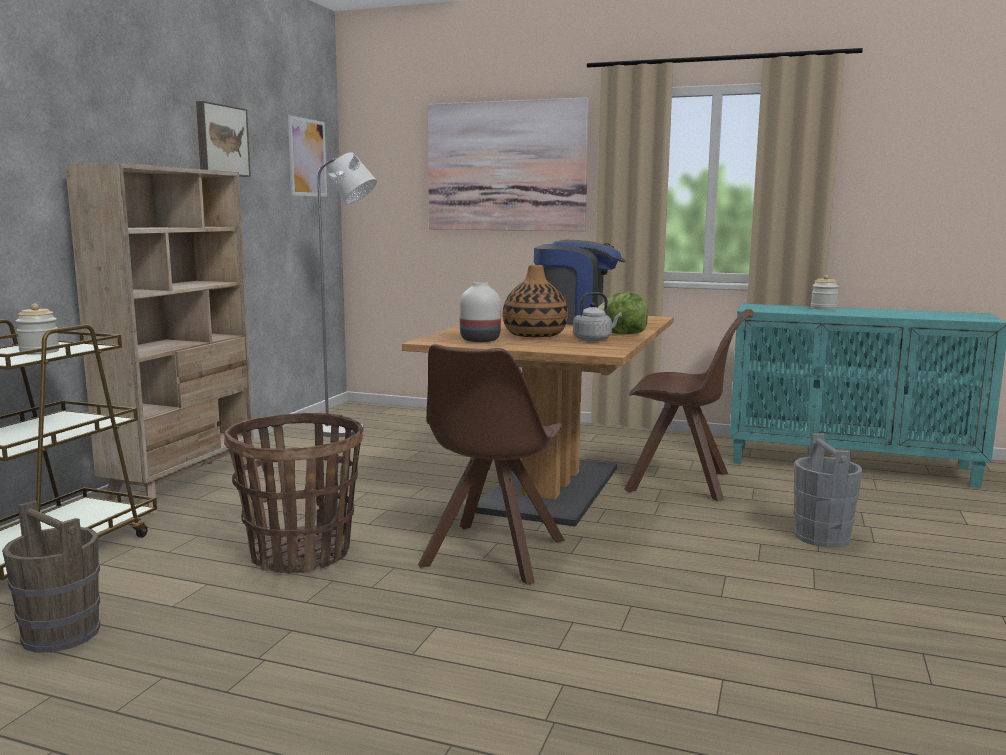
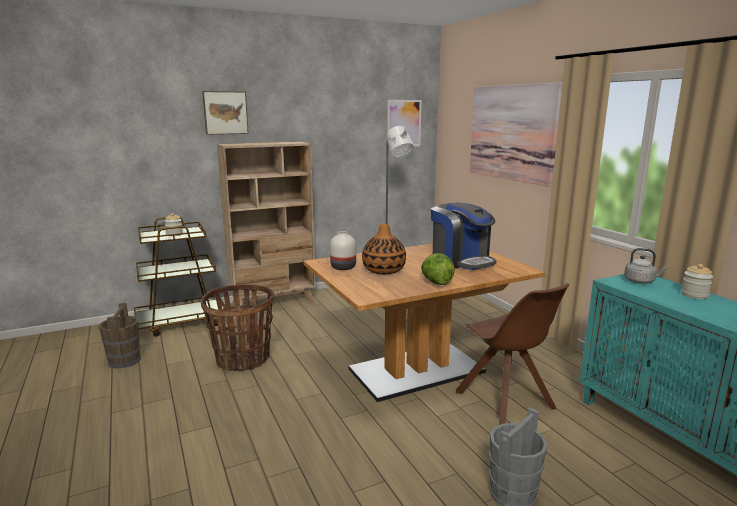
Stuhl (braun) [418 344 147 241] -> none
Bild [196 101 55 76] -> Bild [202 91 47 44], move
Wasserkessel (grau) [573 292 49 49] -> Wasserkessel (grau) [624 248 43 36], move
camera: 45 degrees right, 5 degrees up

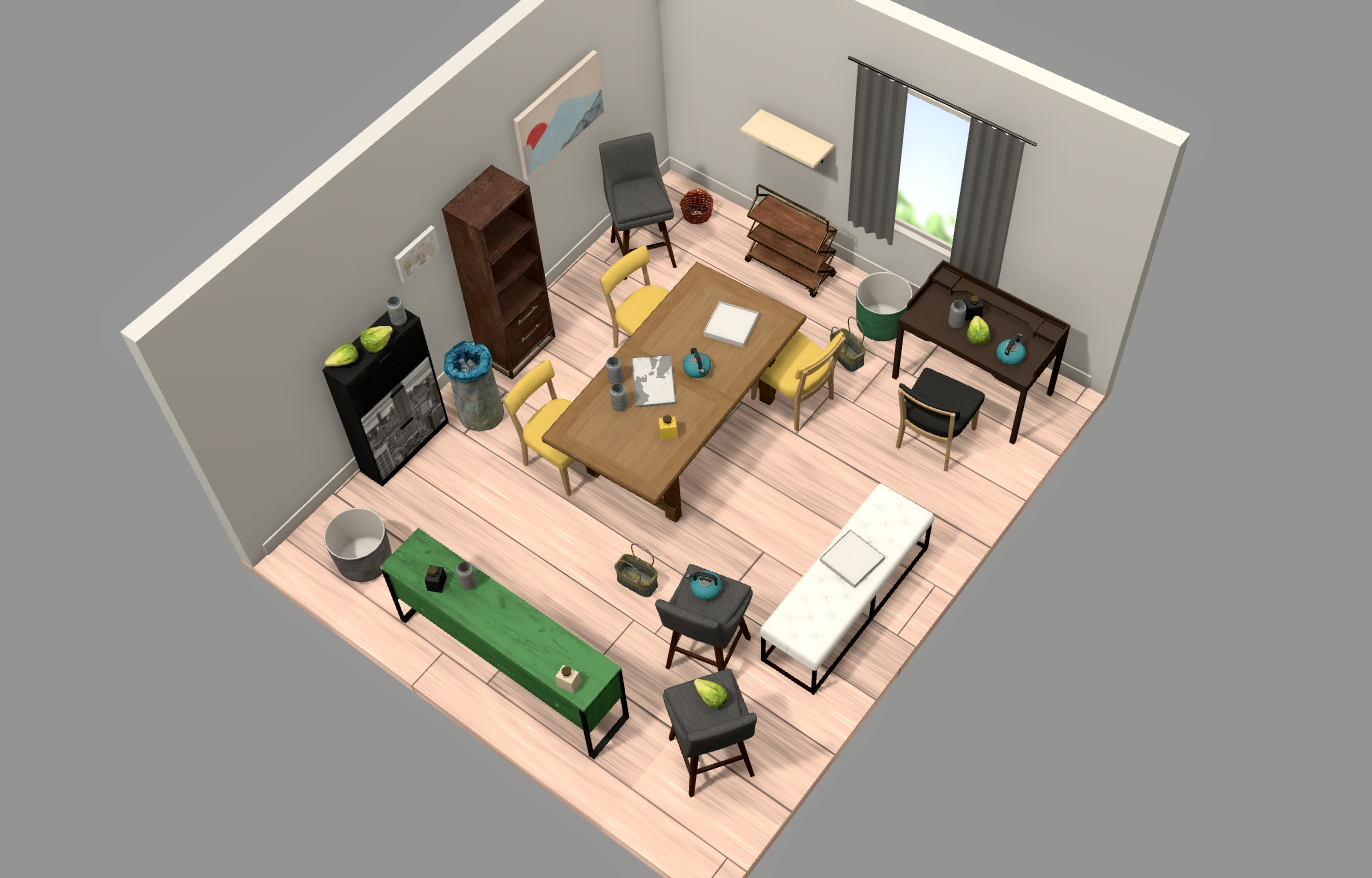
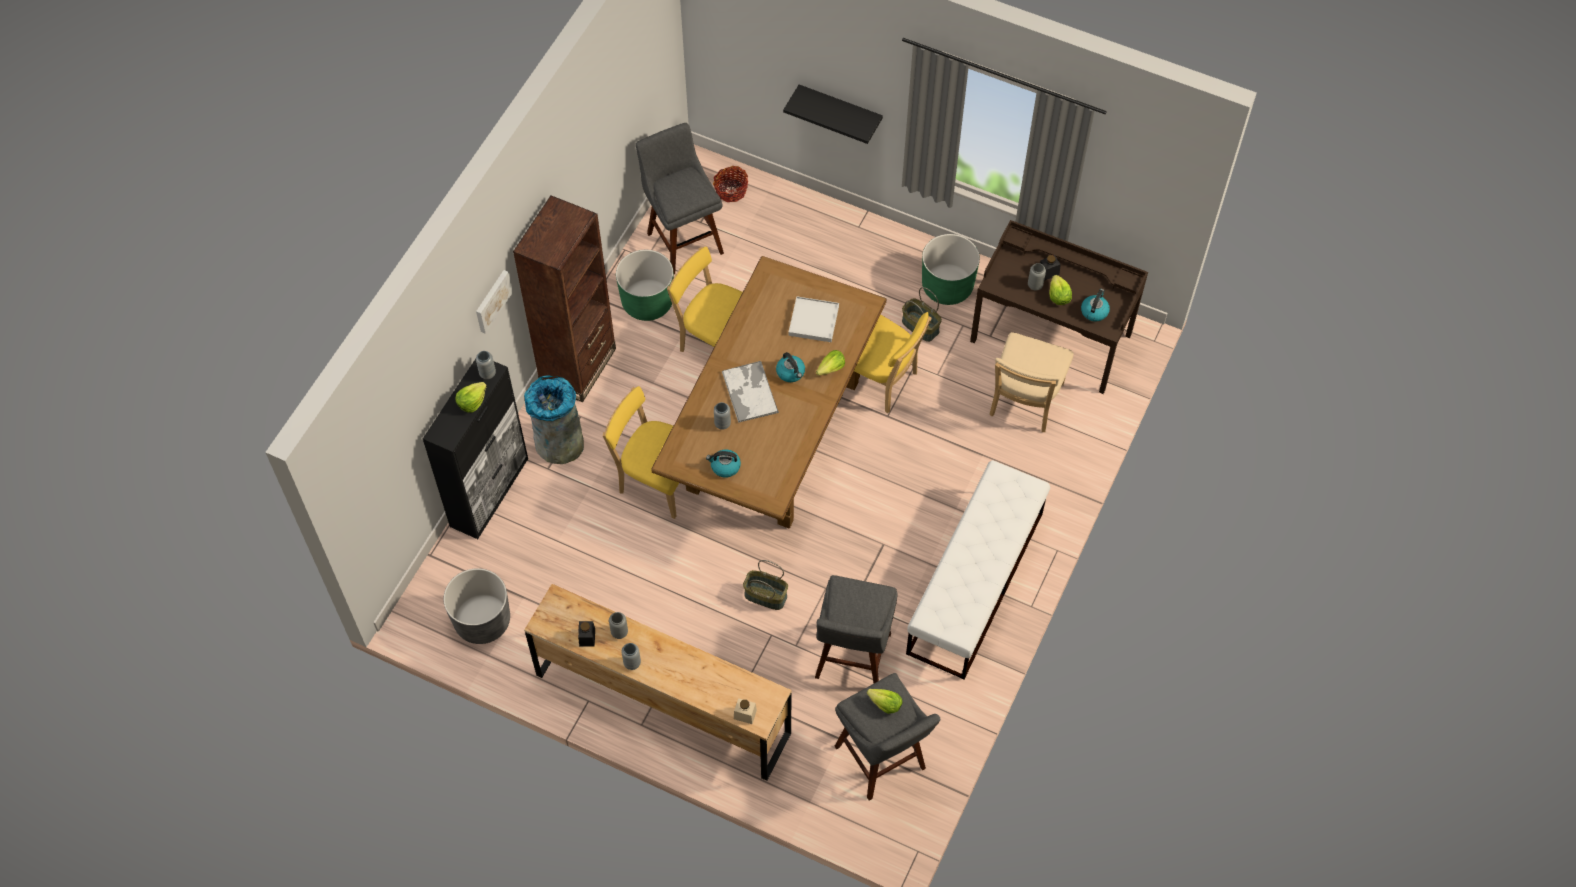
Bild [514 50 90 131] -> none
Vorratsglas (gelb) [659 415 19 25] -> none
Rollwagen (braun) [745 184 93 114] -> none
Tablett (weiß) [820 529 65 59] -> none
none -> Pflanzkübel (grün) [616 250 58 71]
Salatkopf [324 344 34 23] -> Salatkopf [816 350 29 26], move
Vase (grau) [606 356 17 28] -> Vase (grau) [622 643 19 27], move
Wasserkessel [686 571 36 29] -> Wasserkessel [706 449 35 29], move
Kommode (grün) [380 528 249 231] -> Kommode (braun) [524 584 267 197]
Wandregal (beige) [740 109 94 59] -> Wandregal (schwarz) [783 84 100 60]
Stuhl (schwarz) [896 368 89 103] -> Stuhl (beige) [989 332 85 100]
camera: 15 degrees left, 5 degrees up

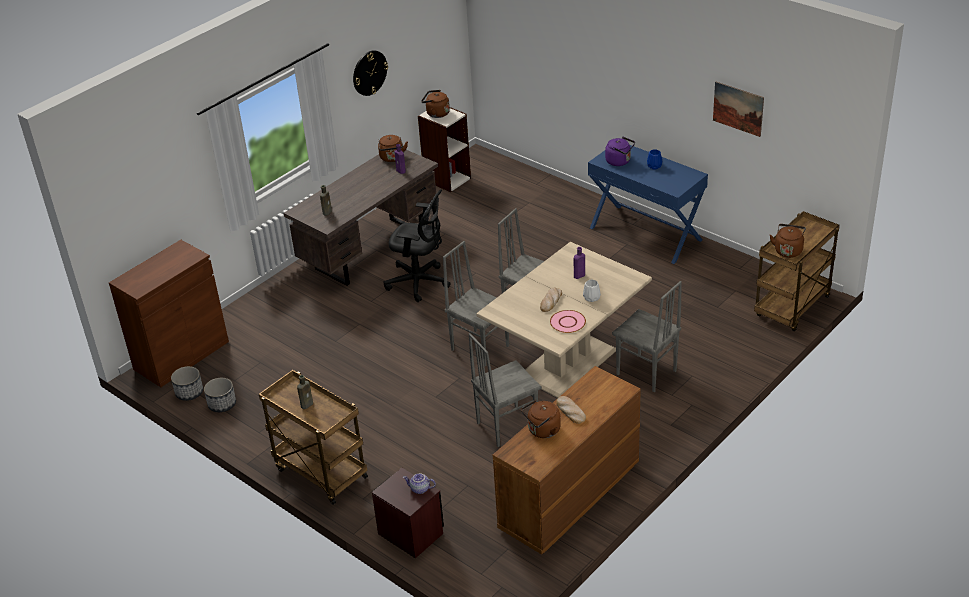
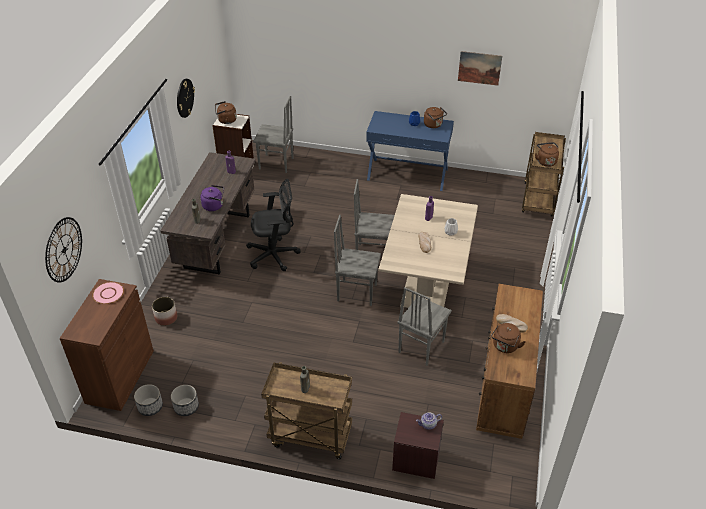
none -> Wanduhr [45 217 37 66]
none -> Pflanzkübel [152 297 25 29]
Wasserkessel (braun) [378 135 30 27] -> Wasserkessel (braun) [424 107 23 21], move
Teller (rosa) [550 310 36 23] -> Teller (rosa) [92 282 32 22], move
Wasserkessel (lila) [605 137 30 29] -> Wasserkessel (lila) [200 185 24 26], move
Stuhl (grau) [612 281 70 111] -> Stuhl (grau) [253 96 41 77], move
camera: 30 degrees left, 5 degrees up

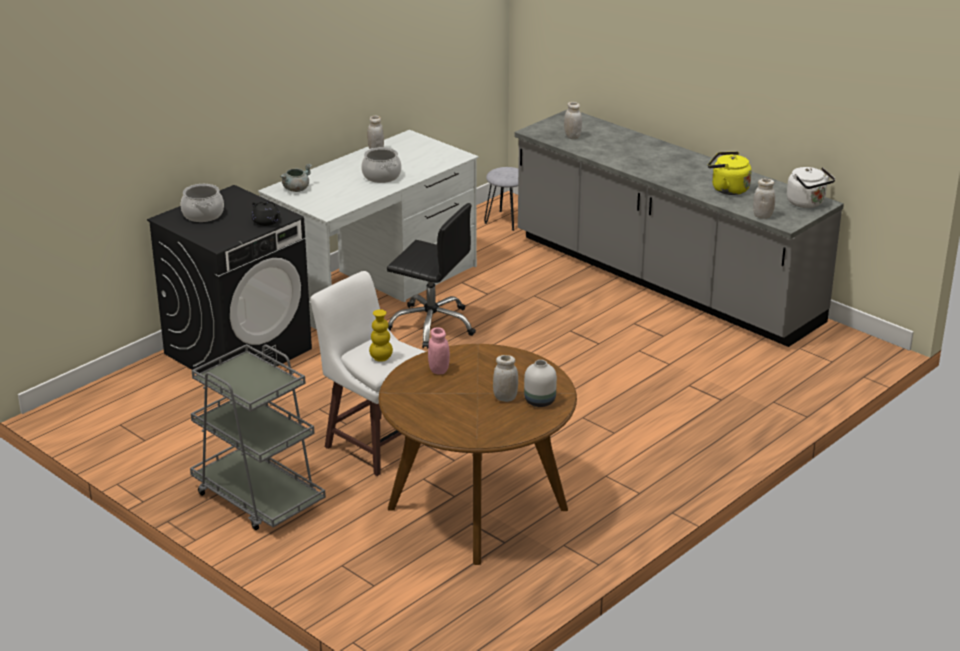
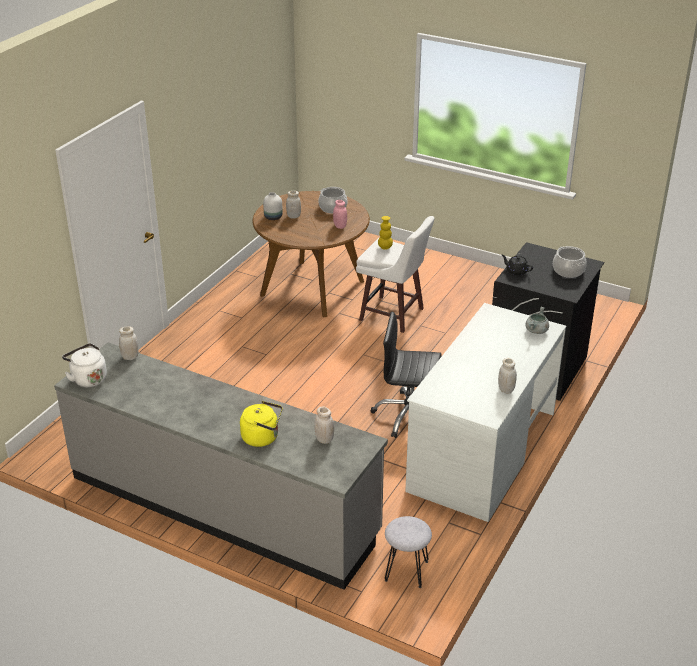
Rollwagen (grau) [190 344 136 186] -> none
Kochtopf [361 147 40 36] -> Kochtopf [318 187 29 27], move
Wasserkessel (gelb) [708 152 43 43] -> Wasserkessel (gelb) [240 401 43 46], move
camera: 165 degrees right, 5 degrees up

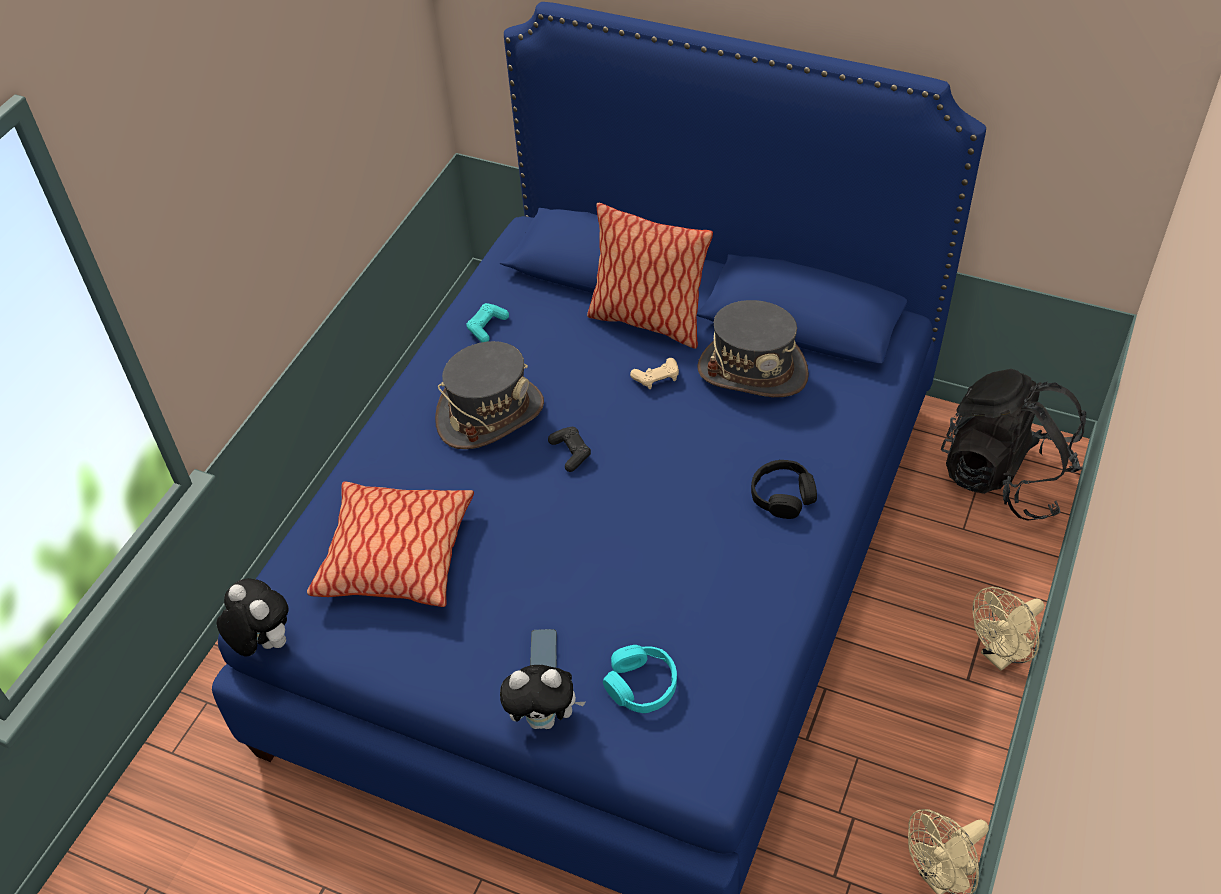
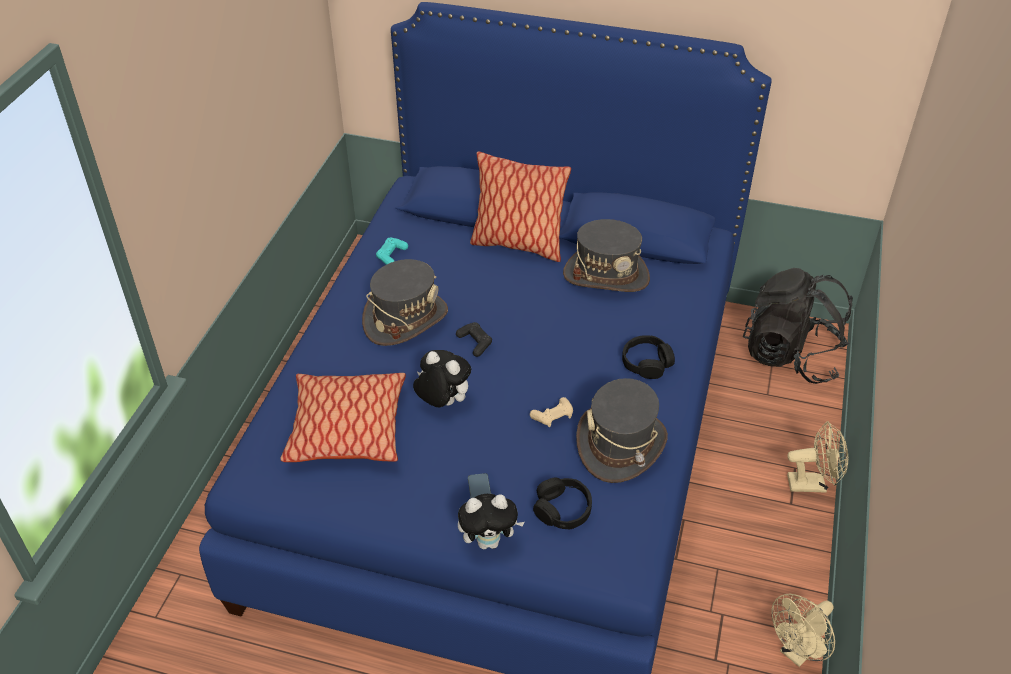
none -> Hut (grau) [576 378 92 105]
Plüschtier [217 578 72 79] -> Plüschtier [413 350 58 57], move
Gamepad (beige) [630 358 49 31] -> Gamepad (beige) [530 397 43 30], move
Kopfhörer (türkis) [603 645 74 68] -> Kopfhörer (schwarz) [533 478 59 52]
Ventilator (beige) [973 587 71 84] -> Ventilator (beige) [787 421 61 72], 135 degrees counterclockwise
camera: 10 degrees left, 5 degrees down

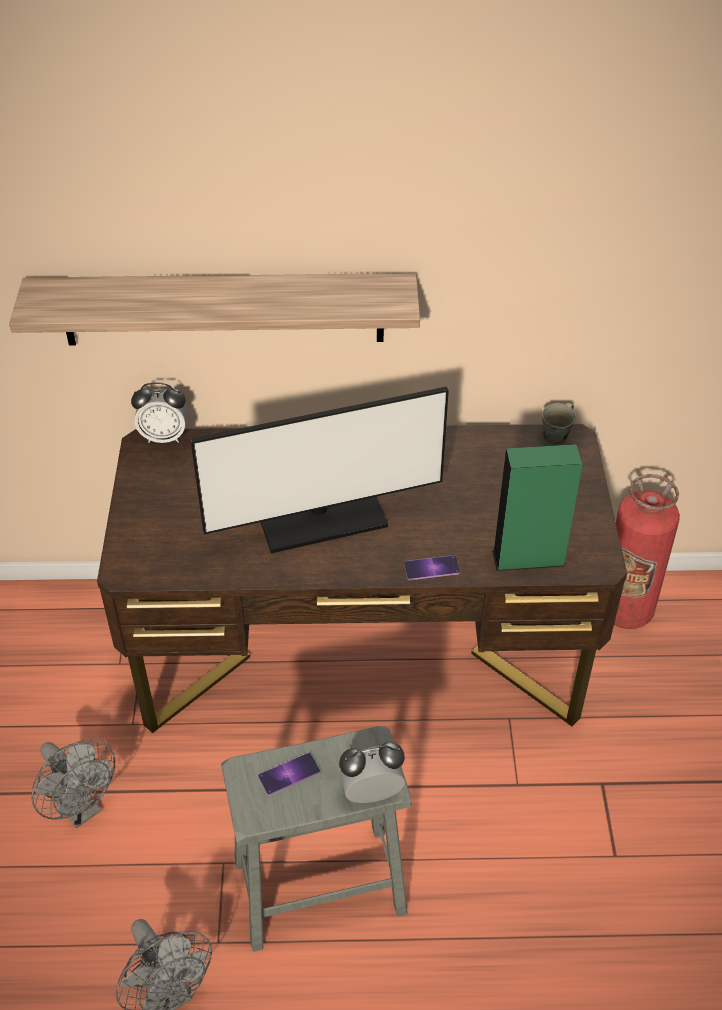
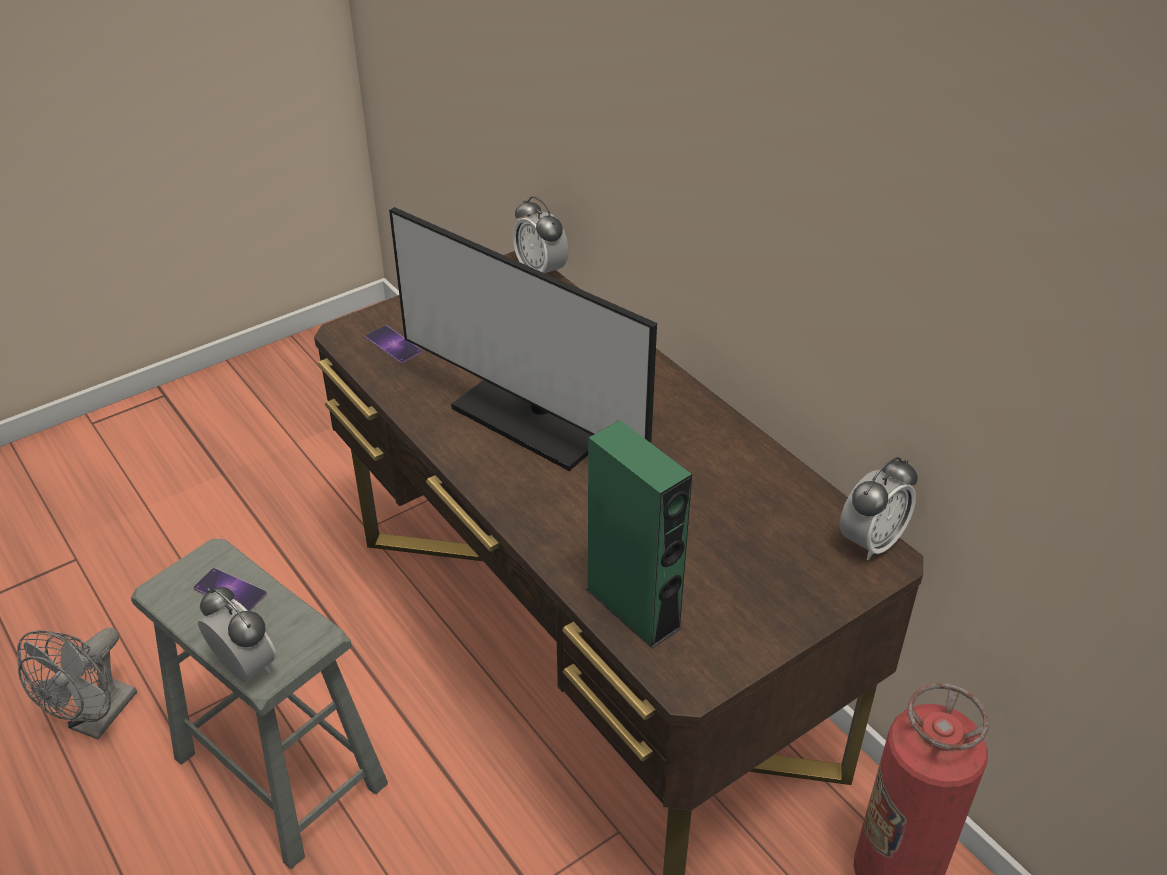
Wandregal [9 273 411 73] -> none
Ventilator (grau) [32 739 83 89] -> none
Handy [404 555 56 25] -> Handy [365 325 58 38], move
Henkelbecher (grau) [542 403 34 42] -> Wecker [840 457 78 103]
camera: 55 degrees right, 5 degrees down

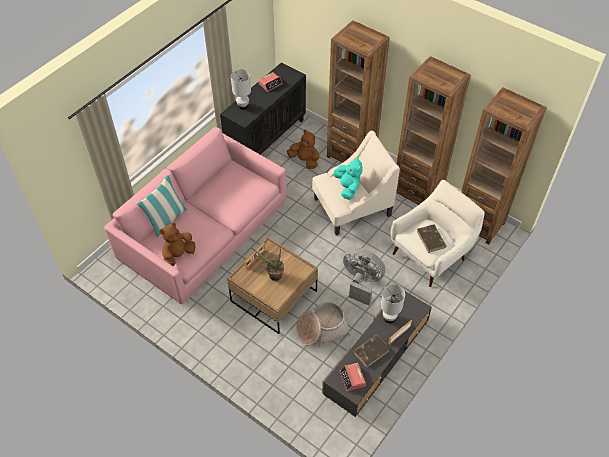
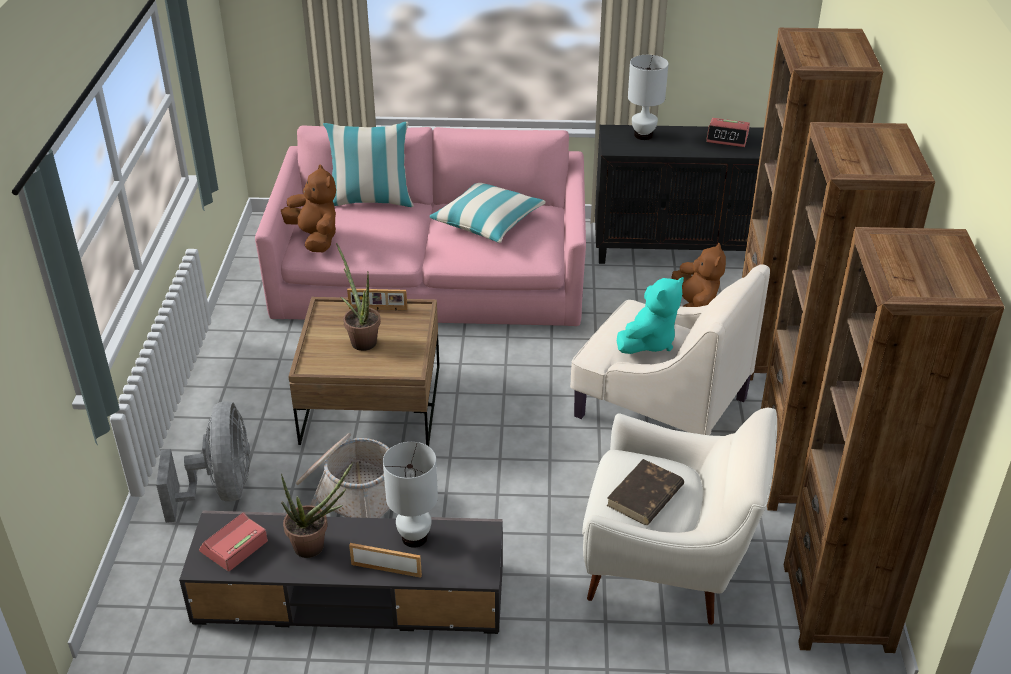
none -> Kissen [430 183 116 60]
Ventilator (grau) [343 248 42 58] -> Ventilator (grau) [156 401 94 122], move
Buch (braun) [353 335 37 33] -> Topfpflanze [281 462 72 96]
Plüschtier (braun) [160 223 35 43] -> Plüschtier (braun) [281 165 55 88], 45 degrees clockwise
camera: 55 degrees right, 15 degrees down

